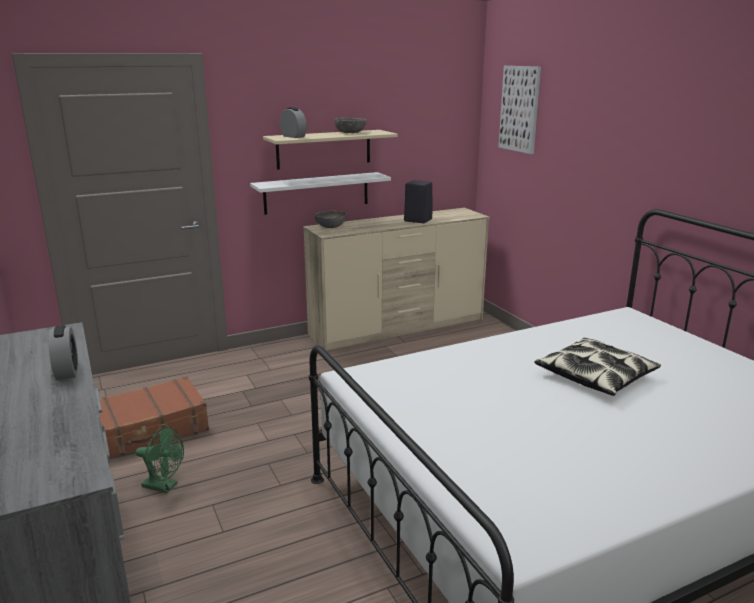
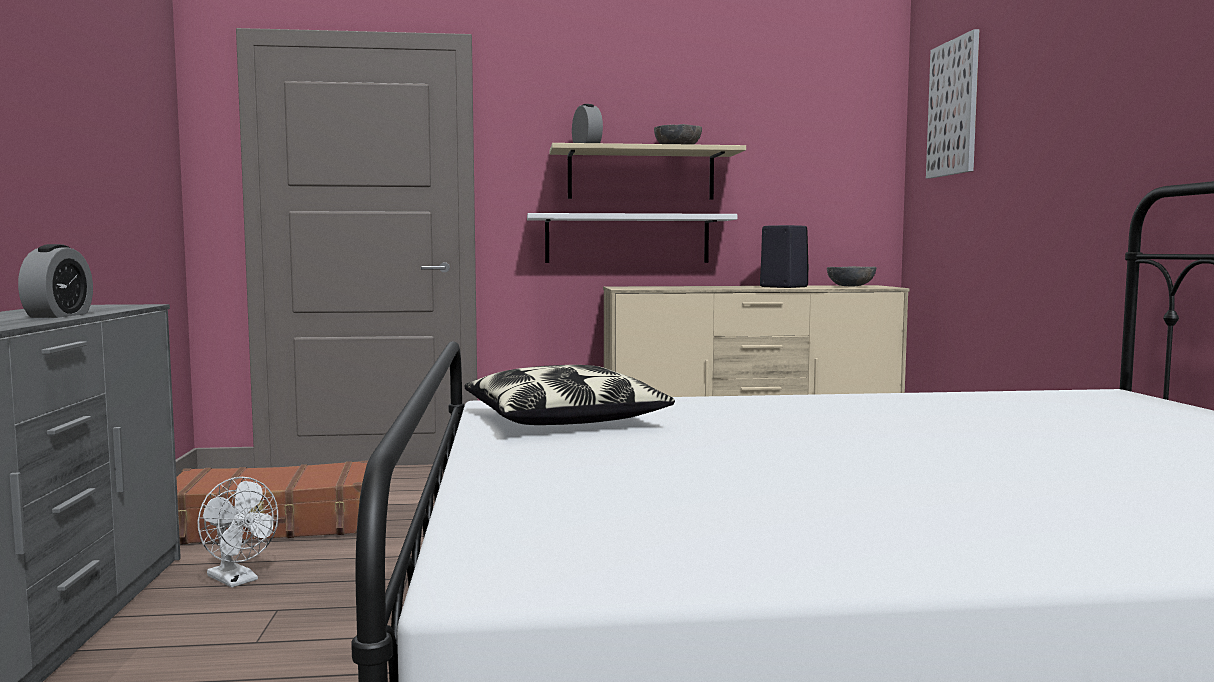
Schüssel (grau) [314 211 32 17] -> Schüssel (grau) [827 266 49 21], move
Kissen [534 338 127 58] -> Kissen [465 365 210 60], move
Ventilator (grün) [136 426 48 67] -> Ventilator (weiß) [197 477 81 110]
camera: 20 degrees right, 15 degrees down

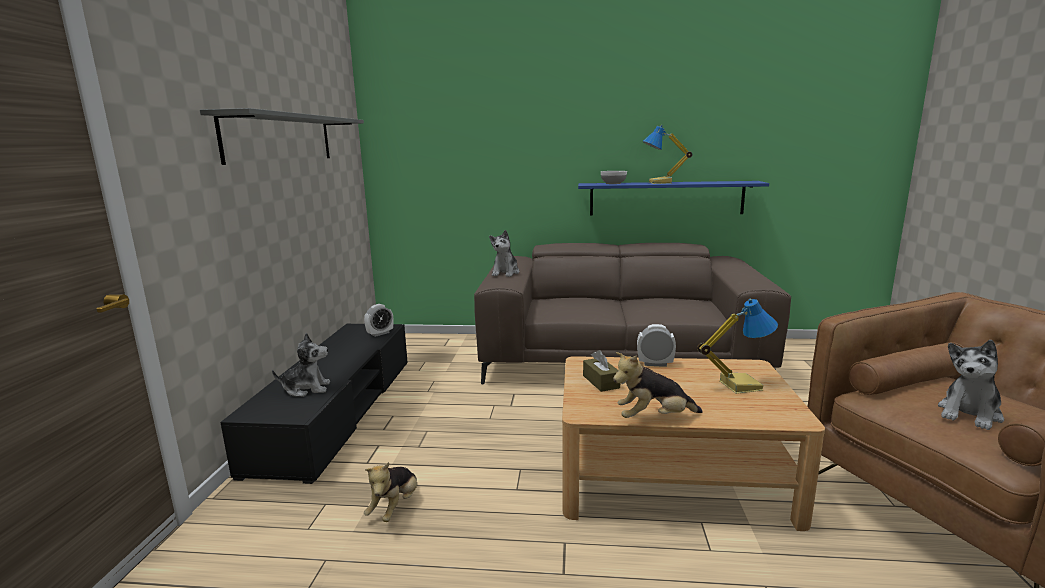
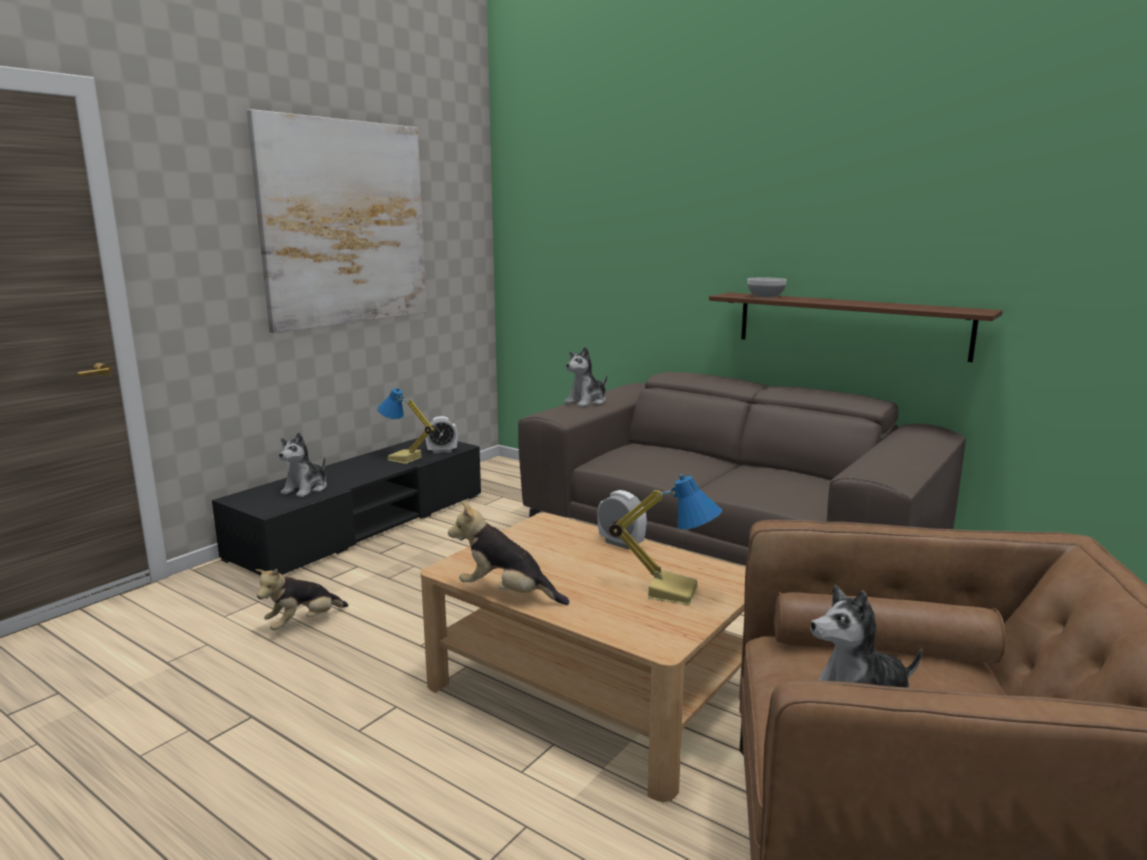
Taschentuchbox (braun) [583 350 37 42] -> none
Tischlampe [642 125 51 59] -> Tischlampe [377 388 58 76], move
Wandregal (grau) [200 108 164 57] -> Bild [247 109 180 224]
Wandregal (blau) [578 181 191 35] -> Wandregal (braun) [709 292 294 70]
Plüschtier [272 333 58 64] -> Plüschtier [279 432 48 65], 90 degrees clockwise
camera: 30 degrees right, 0 degrees up

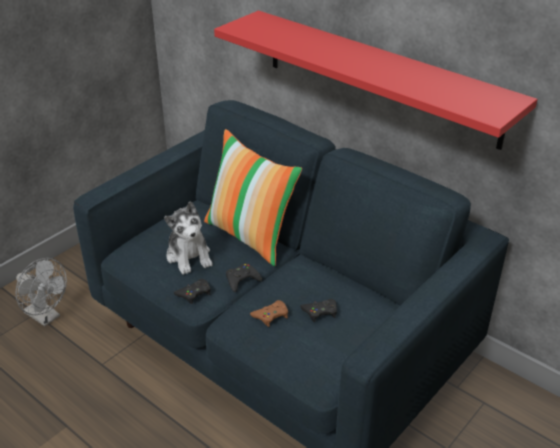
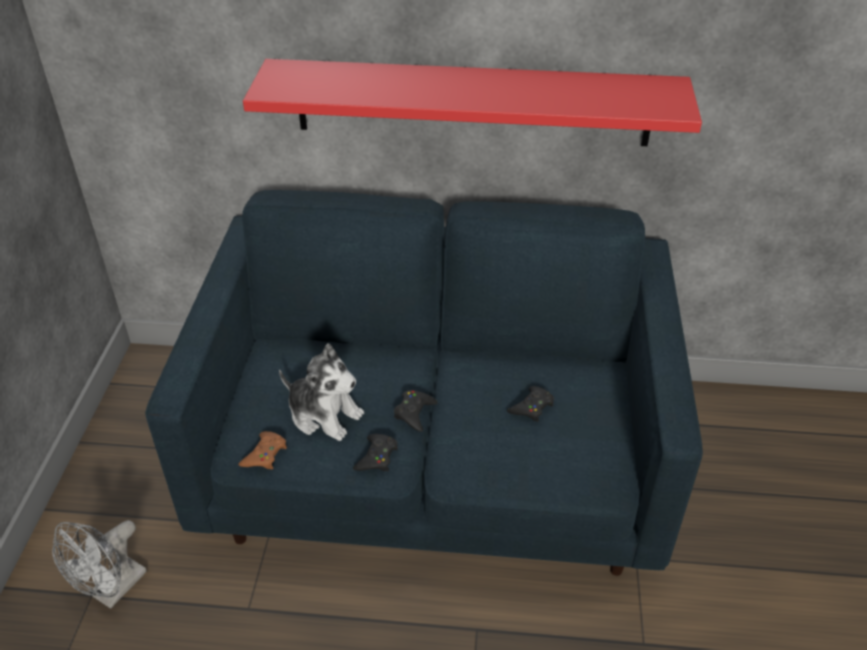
Kissen [204 129 98 137] -> none
Gamepad (braun) [250 300 38 27] -> Gamepad (braun) [238 431 49 39], move
Ventilator (grau) [16 258 51 68] -> Ventilator (grau) [52 520 95 89], 120 degrees clockwise
camera: 35 degrees left, 5 degrees up

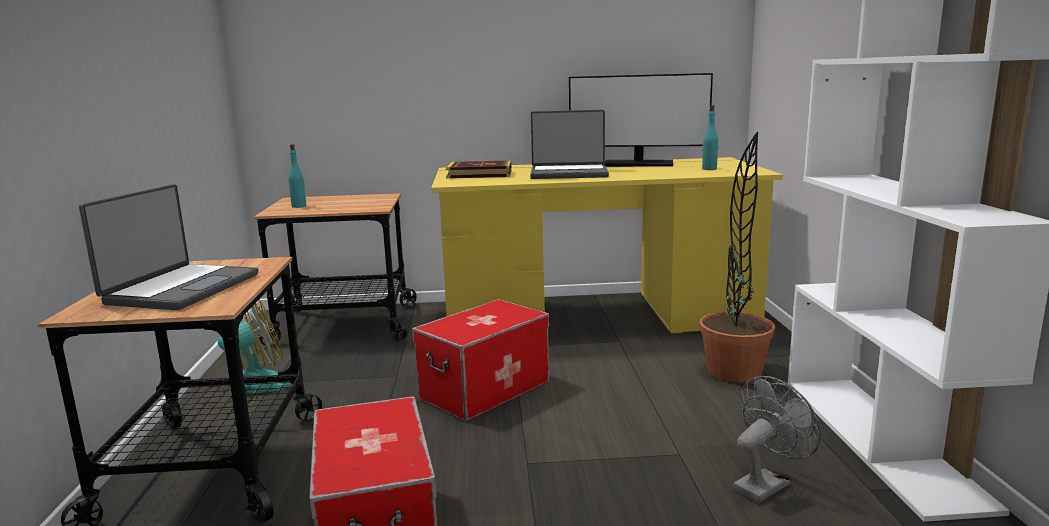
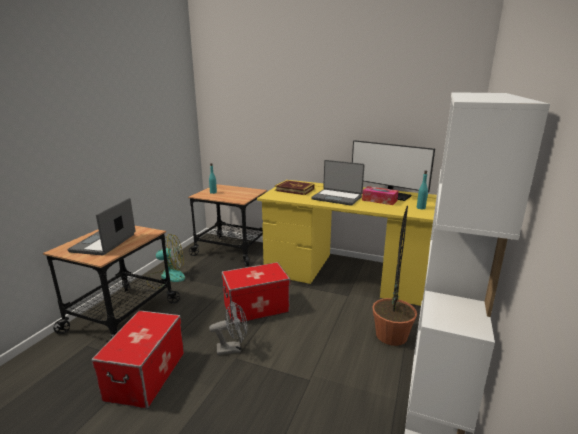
none -> Taschentuchbox [362 186 37 19]
Ventilator (grau) [733 376 88 127] -> Ventilator (grau) [209 301 38 54], move
Laptop [79 184 179 126] -> Laptop [68 198 67 58], 150 degrees clockwise
camera: 25 degrees right, 5 degrees up

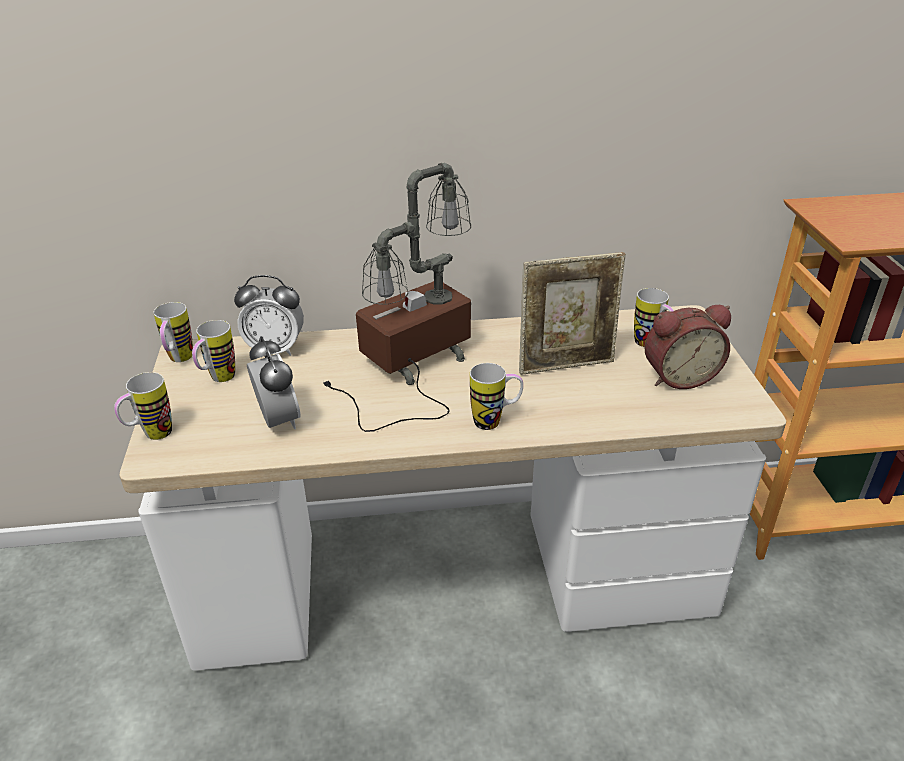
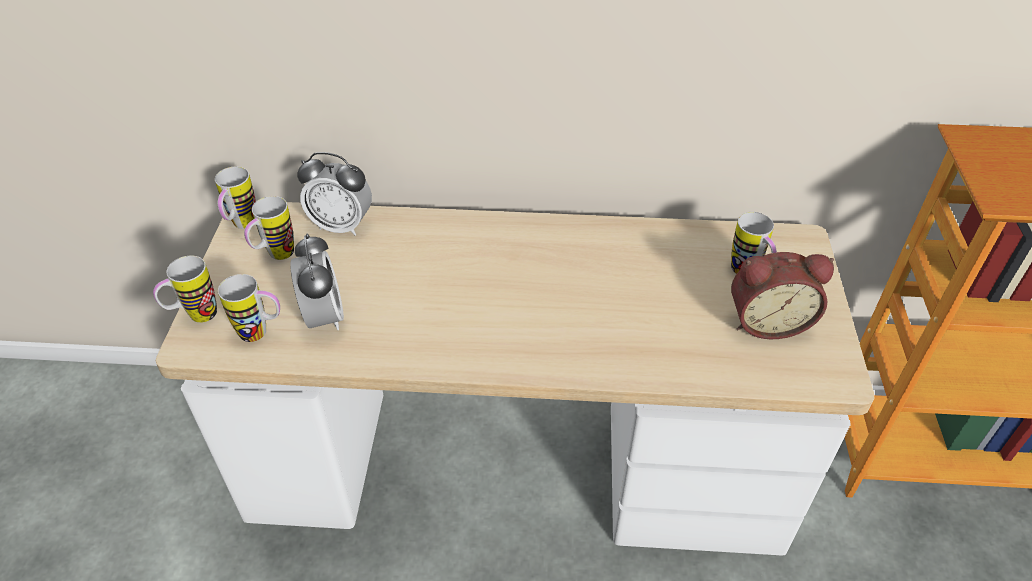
Tischlampe [323 163 148 269] -> none
Bilderrahmen [519 252 107 123] -> none
Henkelbecher [470 363 53 67] -> Henkelbecher [218 274 62 68], move
camera: 10 degrees right, 10 degrees up

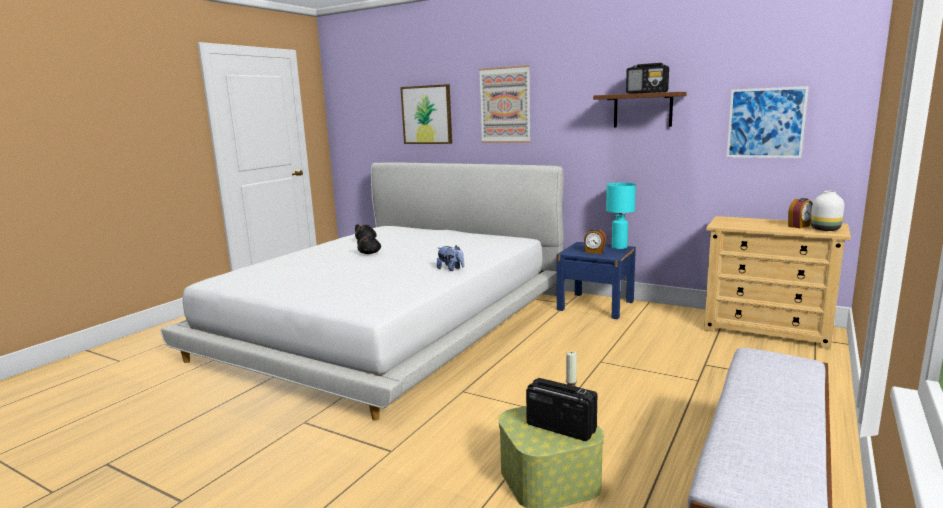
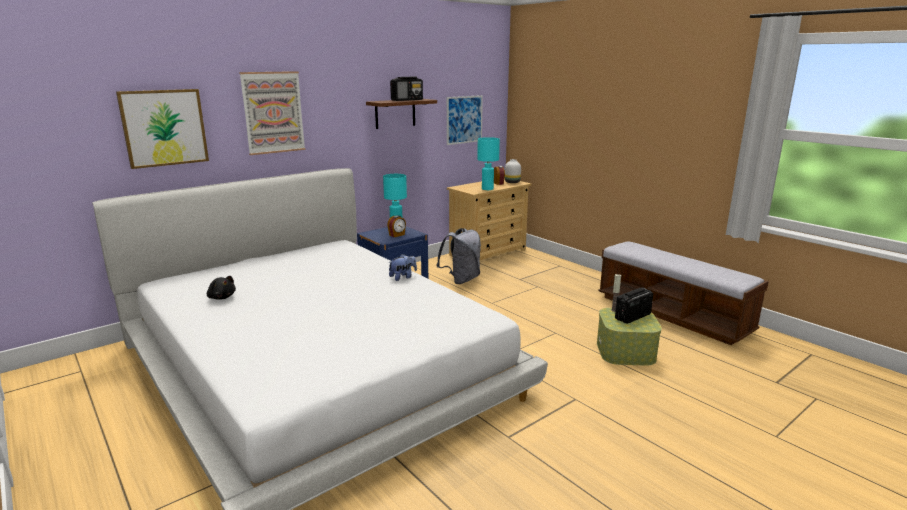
Plüschtier (schwarz) [357 235 24 19] -> none
none -> Rucksack (grau) [437 228 44 56]
none -> Tischlampe (türkis) [477 137 23 53]
camera: 70 degrees left, 5 degrees up

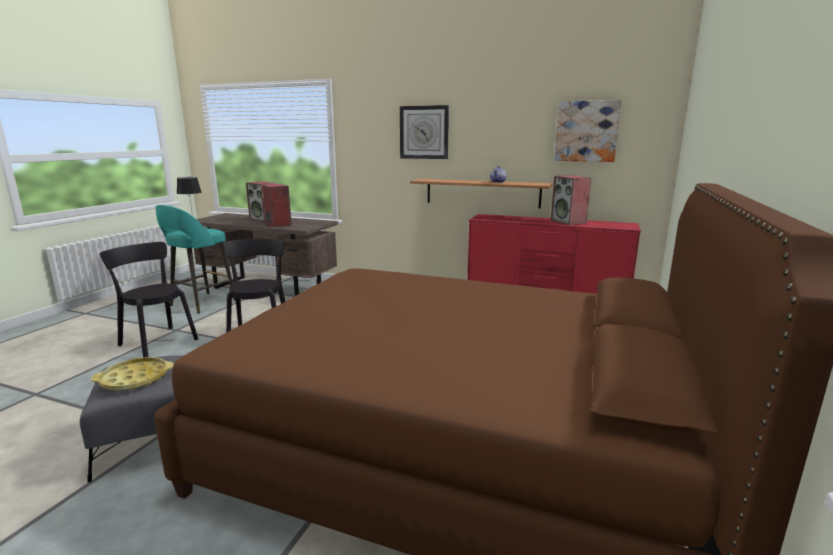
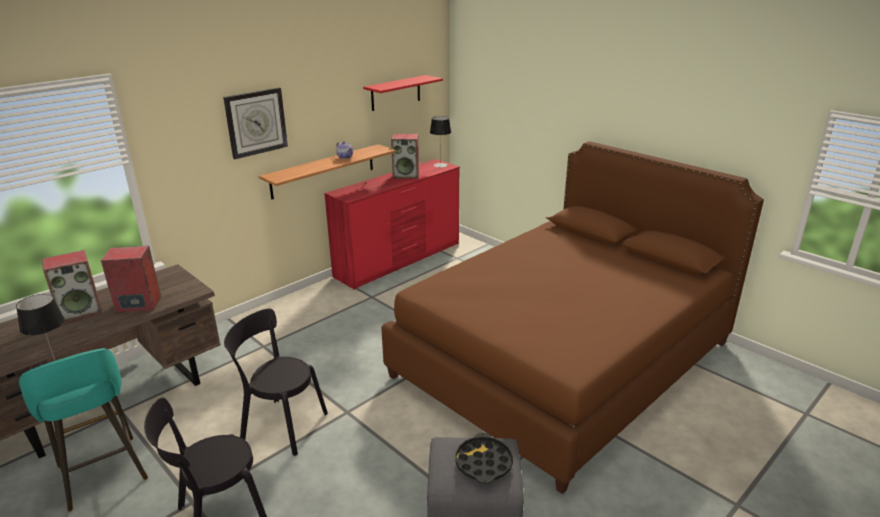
none -> Tischlampe [430 116 21 52]
Bild [554 100 67 62] -> Wandregal (rot) [363 75 80 36]
Tablett (gelb) [91 357 83 34] -> Tablett (schwarz) [456 433 57 51]
camera: 65 degrees left, 10 degrees up

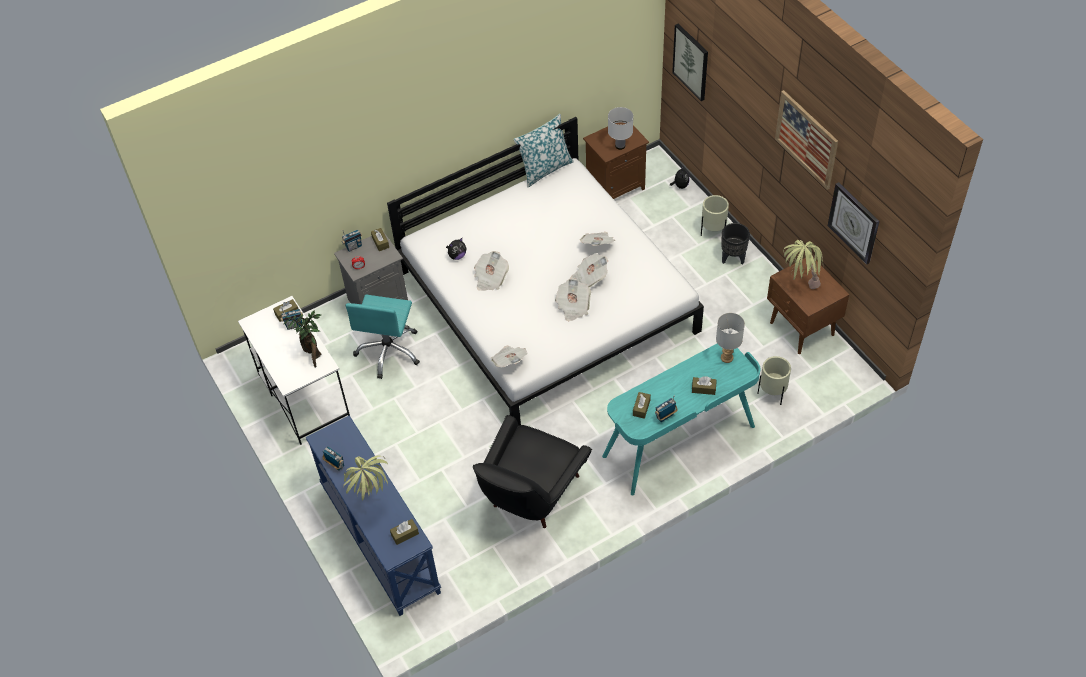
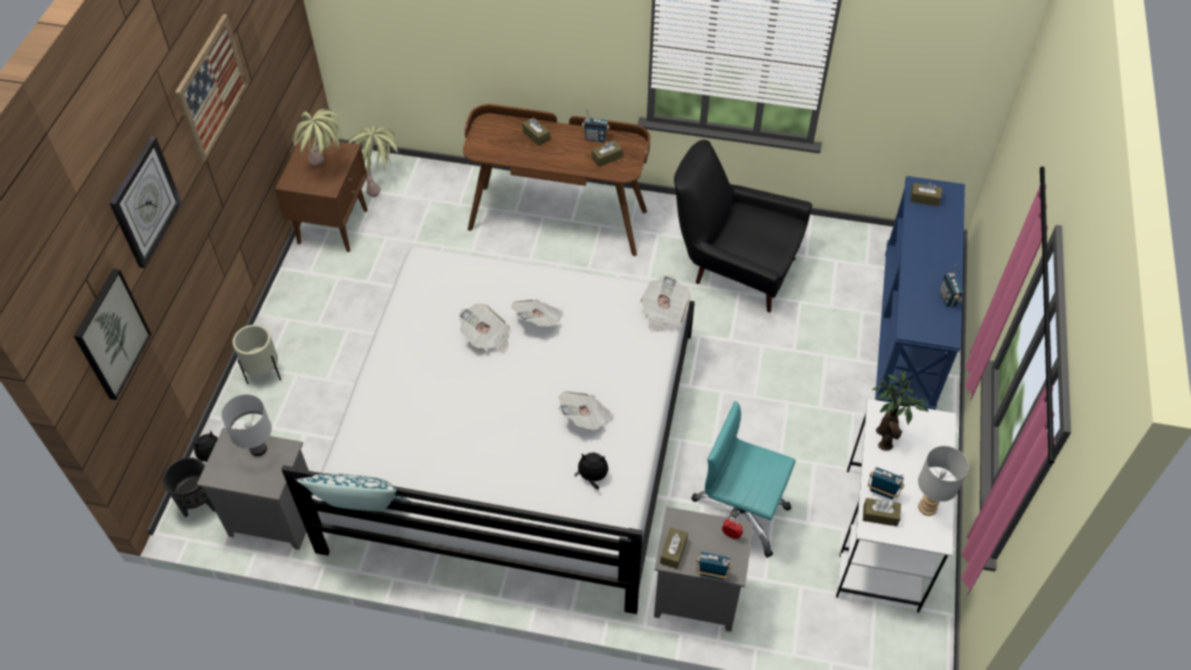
Zeitung [580 232 35 14] -> none
Pflanzkübel (beige) [757 356 34 49] -> none
Topfpflanze [343 456 45 45] -> Topfpflanze [348 126 52 71], move
Tischlampe (grau) [716 313 29 50] -> Tischlampe (grau) [918 446 51 70], move
Pflanzkübel (schwarz) [721 223 29 41] -> Pflanzkübel (schwarz) [163 457 53 60], move
Wanduhr [828 182 51 82] -> Wanduhr [109 136 73 132], move
Nachttisch (braun) [583 123 66 76] -> Nachttisch (grau) [197 428 115 122]
Schreibtisch (türkis) [602 344 158 151] -> Schreibtisch (braun) [463 104 187 152]
Bürostuhl (türkis) [345 295 75 84] -> Bürostuhl (türkis) [691 401 105 157], 120 degrees counterclockwise
Sessel (schwarz) [473 415 119 113] -> Sessel (schwarz) [674 140 138 173], 135 degrees counterclockwise
camera: 140 degrees left, 0 degrees up

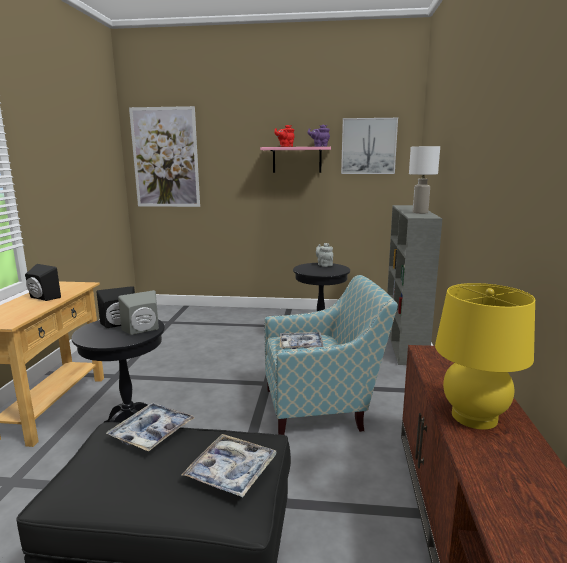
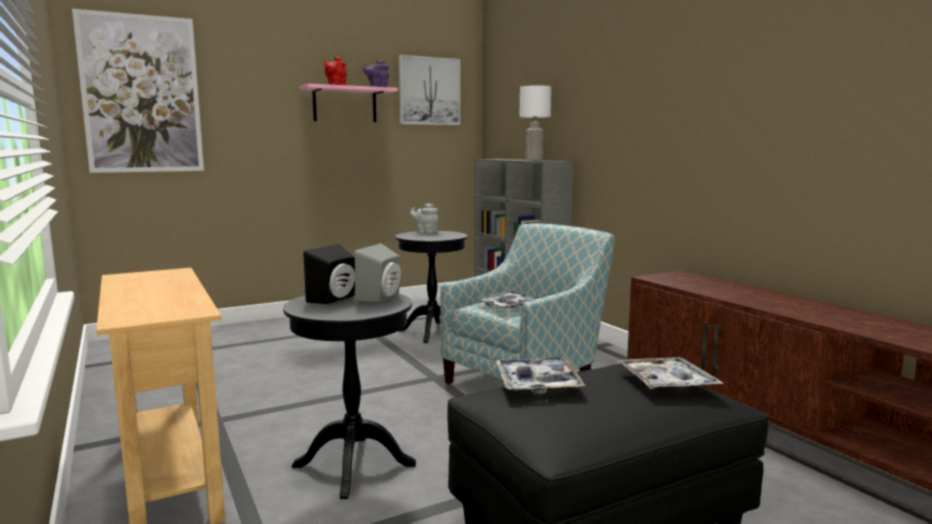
Lautsprecher (schwarz) [25 264 36 37] -> none
Tischlampe (gelb) [435 283 100 146] -> none
camera: 35 degrees left, 5 degrees down

